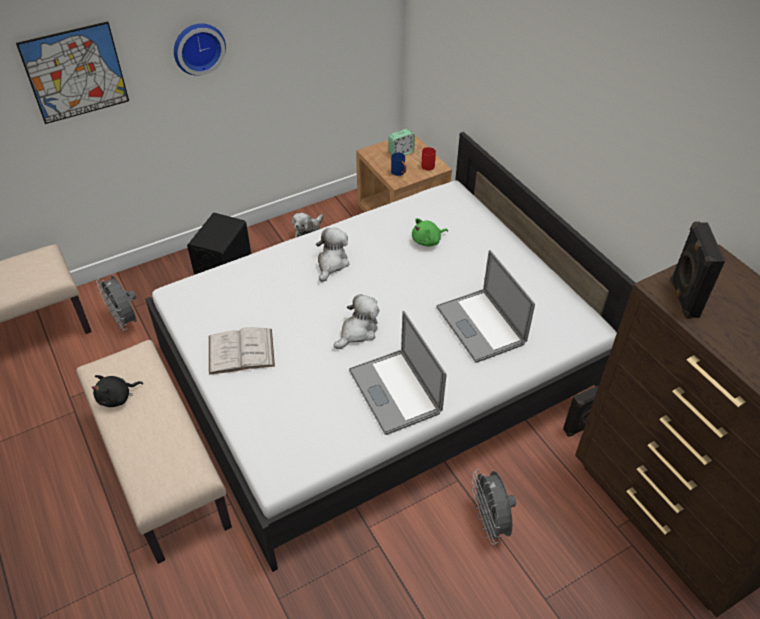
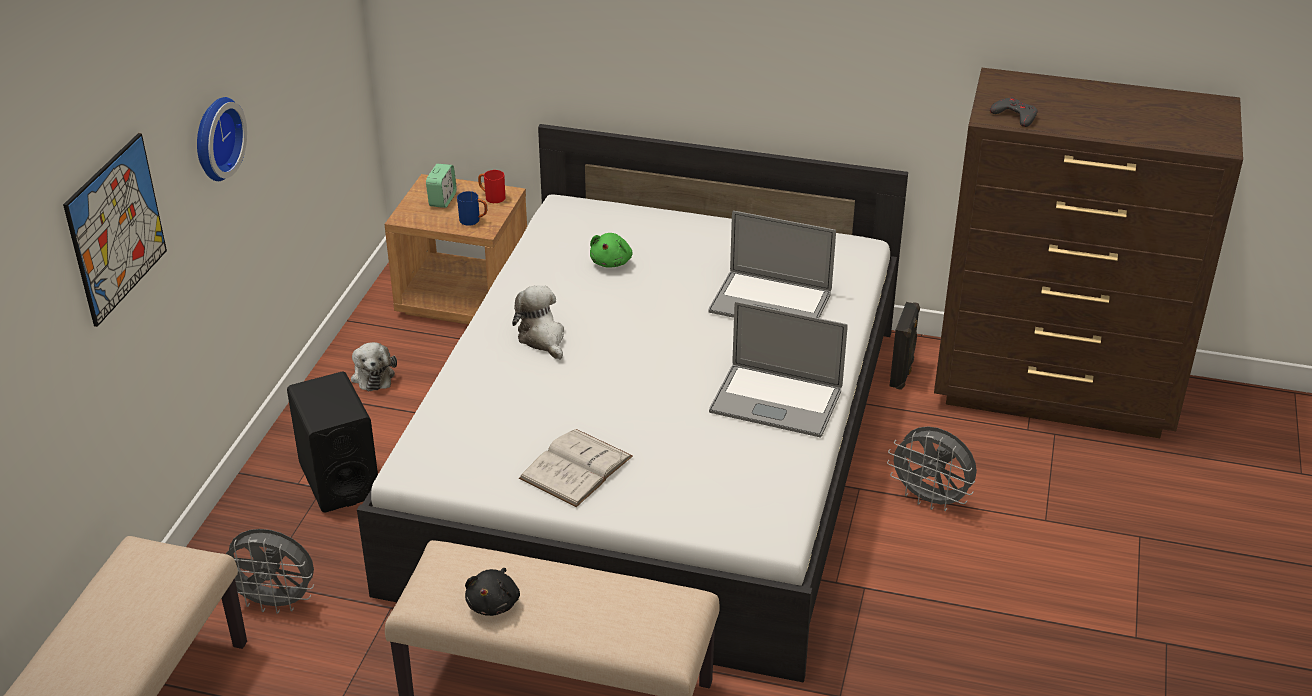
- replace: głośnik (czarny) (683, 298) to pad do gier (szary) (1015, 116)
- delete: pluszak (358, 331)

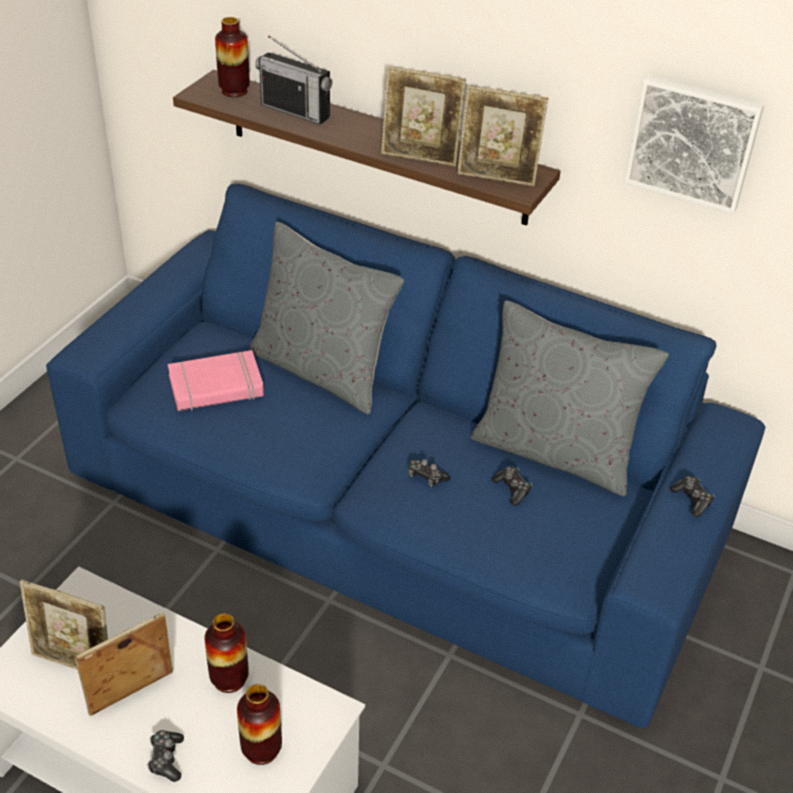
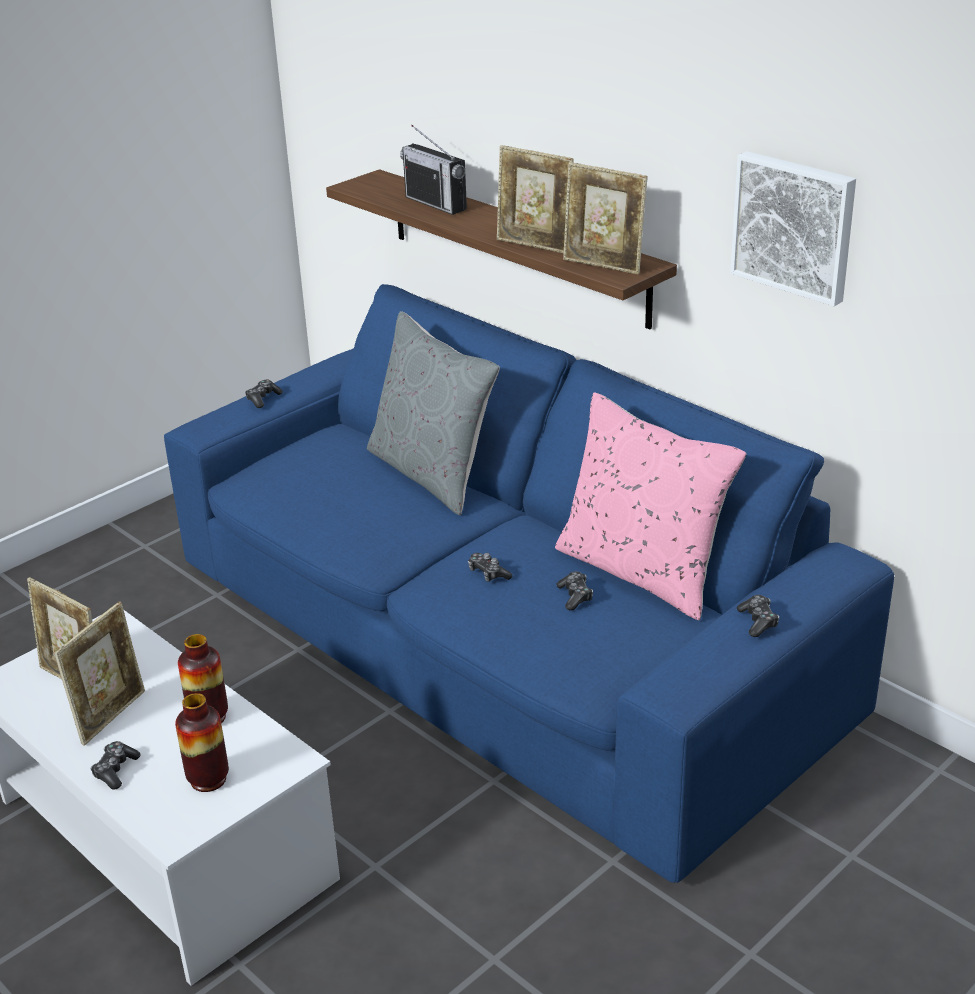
- delete: wazon (234, 91)
- recolor: poduszka (szary) (555, 451) to poduszka (różowy) (642, 571)
- delete: książka (różowy) (216, 387)
- rotate: ramka na zdjęcie (132, 696) = (111, 716) 135 degrees clockwise
- insert: pad do gier (263, 399)

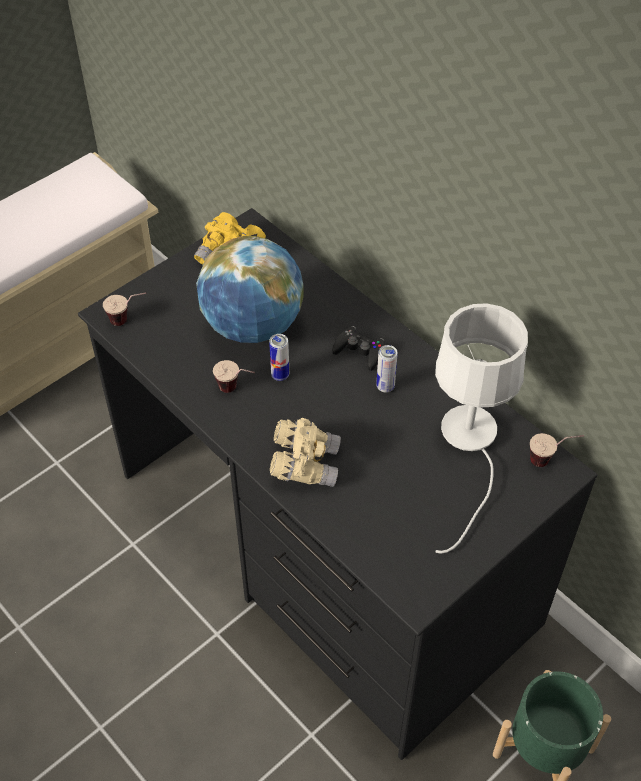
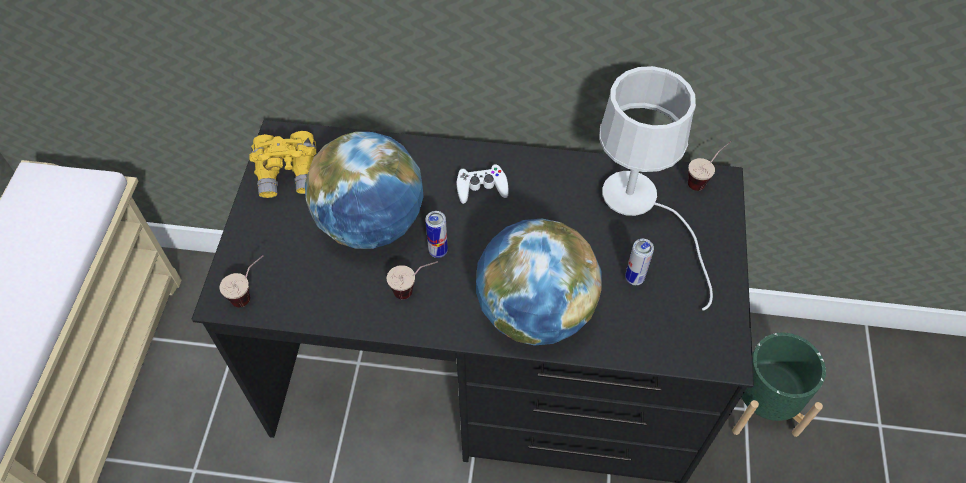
- recolor: pad do gier (czarny) (359, 351) to pad do gier (biały) (481, 187)
- move: puszka (385, 386) to (634, 278)
- replace: lornetka (beżowy) (305, 463) to globus (534, 312)

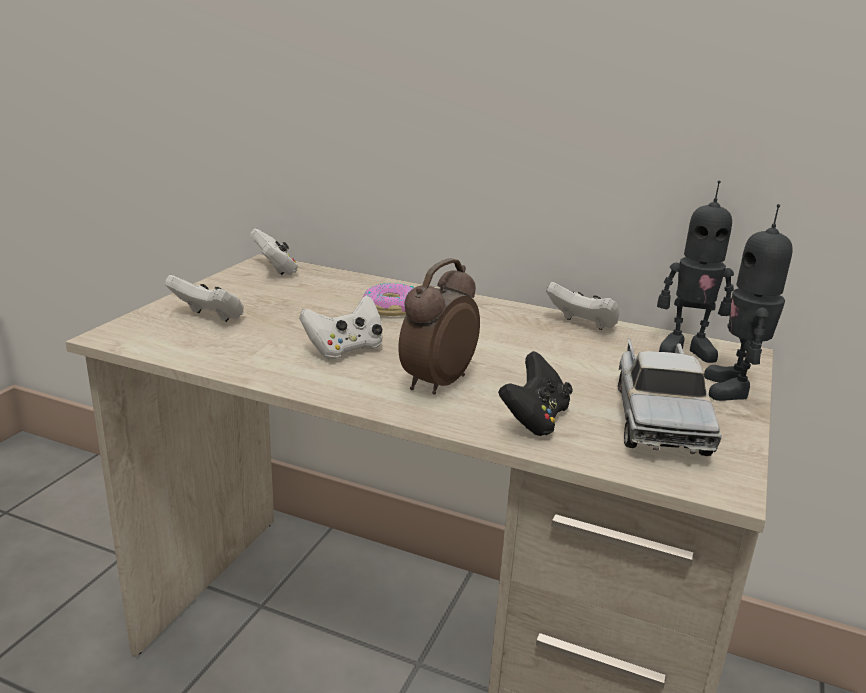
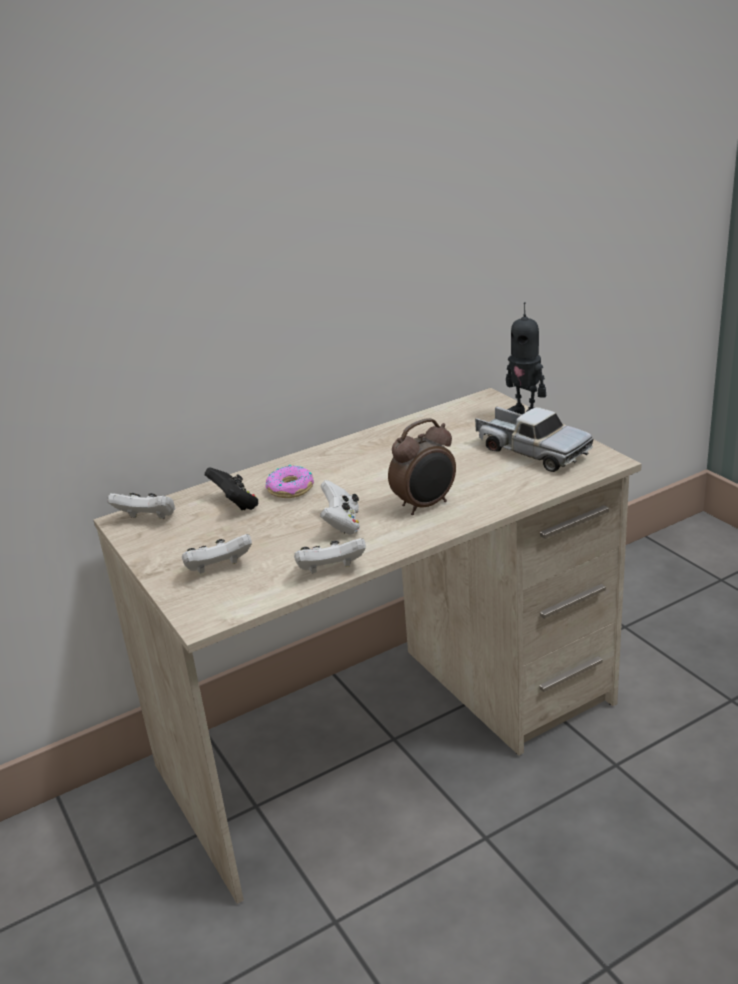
- delete: robot zabawkowy (686, 350)
- rotate: budzik (435, 383) = (425, 505) 105 degrees counterclockwise
- move: pad do gier (biały) (582, 325) to (331, 571)
- move: pad do gier (czarny) (534, 419) to (235, 504)

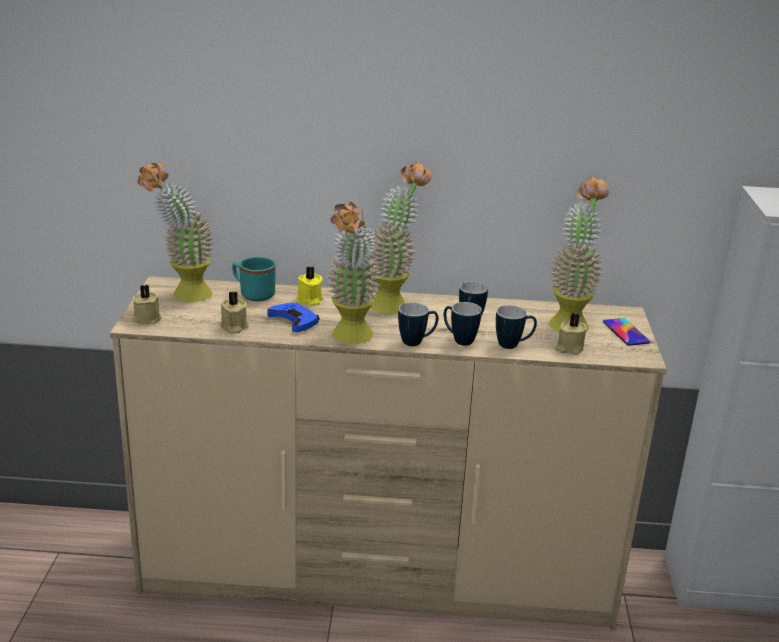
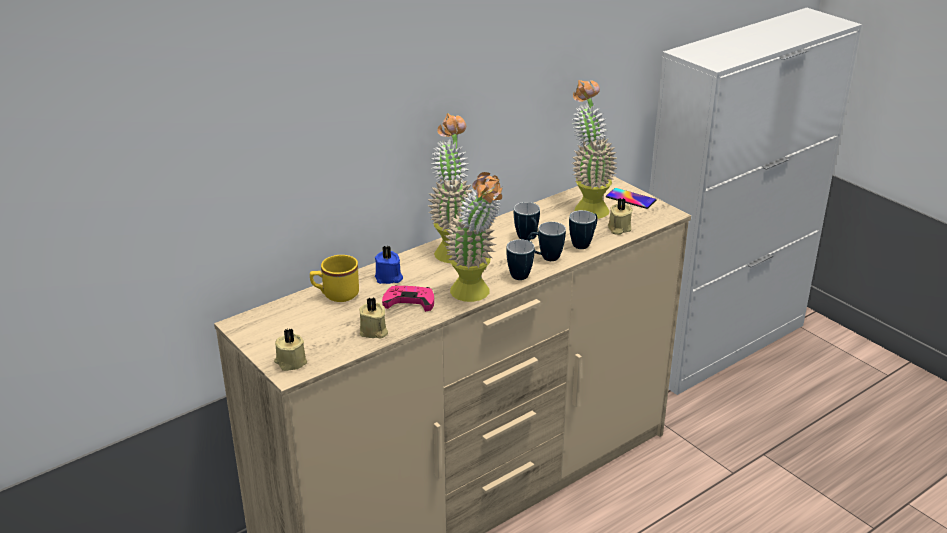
- delete: roślina doniczkowa (182, 296)
- recolor: kubek (turkusowy) (253, 294) to kubek (żółty) (335, 295)
- recolor: świeca (żółty) (309, 300) to świeca (niebieski) (389, 278)
- recolor: pad do gier (niebieski) (294, 321) to pad do gier (różowy) (409, 302)

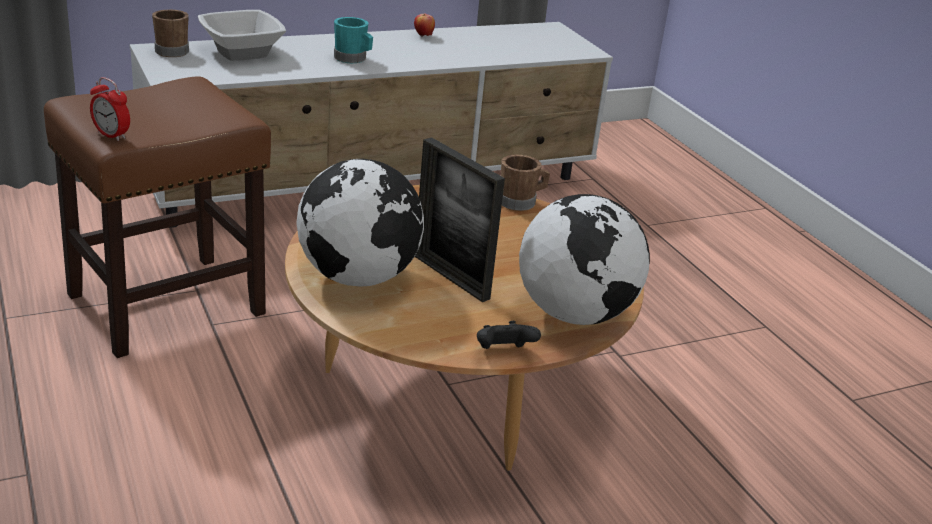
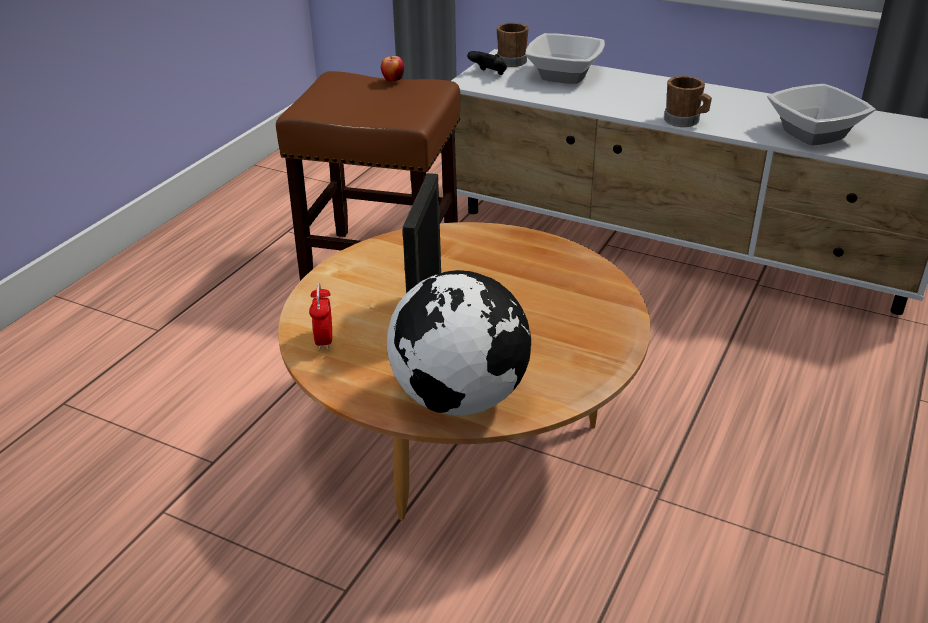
- move: jabłko (423, 35) to (393, 80)
- delete: kubek (turkusowy) (353, 59)
- move: budzik (111, 135) to (324, 341)
- move: kubek (brązowy) (521, 202) to (685, 121)
- delete: globus (358, 277)
- move: pad do gier (czarny) (503, 352) to (489, 74)
- insert: miska (814, 133)

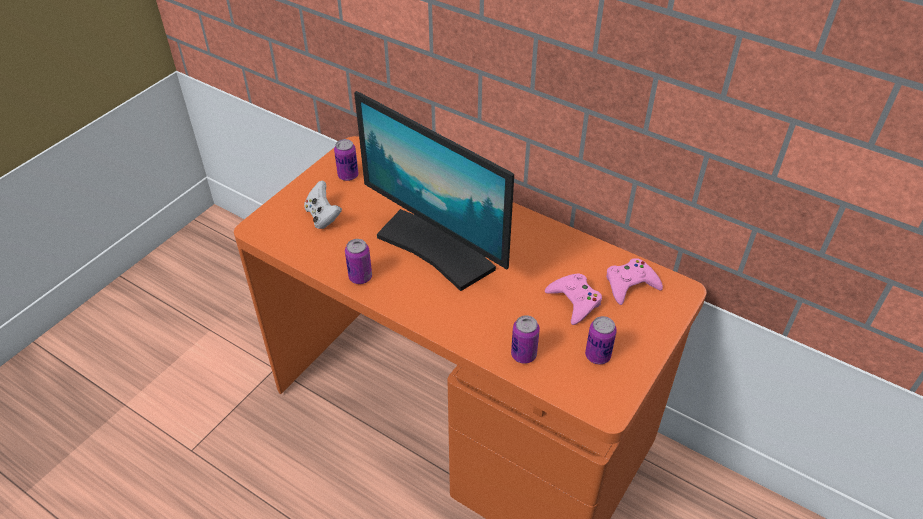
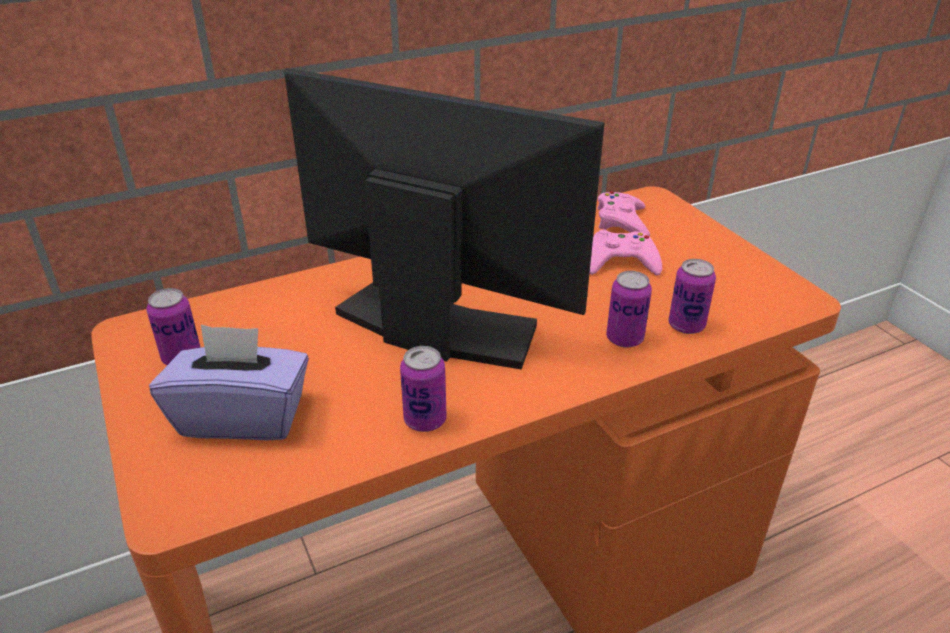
- rotate: monitor (437, 248) = (435, 327) 135 degrees counterclockwise
- replace: pad do gier (biały) (323, 217) to pudełko chusteczek (fioletowy) (243, 416)
- move: puszka (597, 355) to (624, 339)

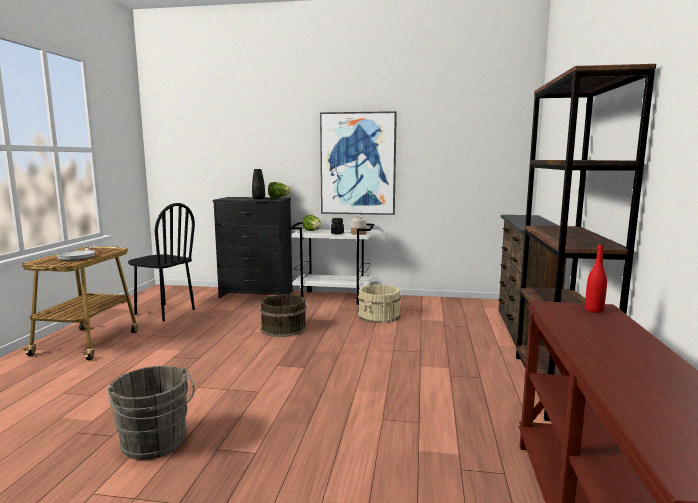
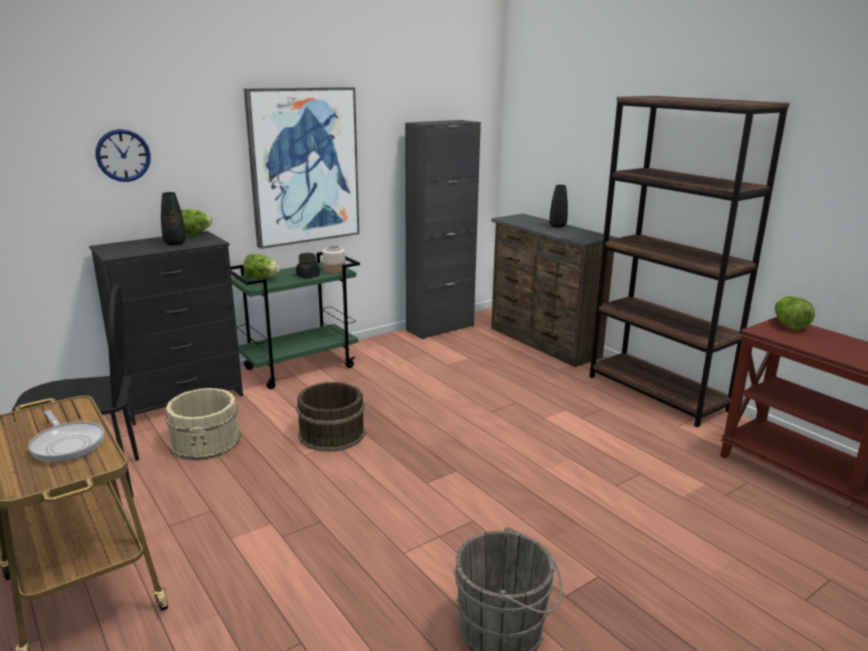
- recolor: wózek (biały) (334, 298) to wózek (zielony) (300, 367)
- replace: butelka (czerwony) (594, 310) to sałata (788, 325)
- move: wiadro (beżowy) (379, 316) to (206, 441)
- insert: szafka (czarny) (440, 328)
- insert: zegar ścienny (123, 155)
- insert: wazon (czarny) (557, 226)

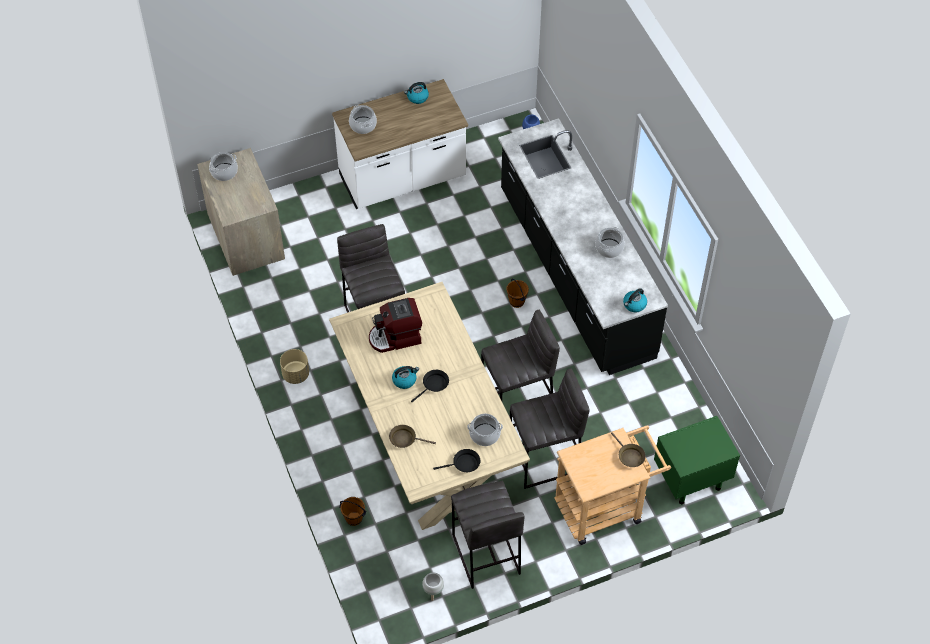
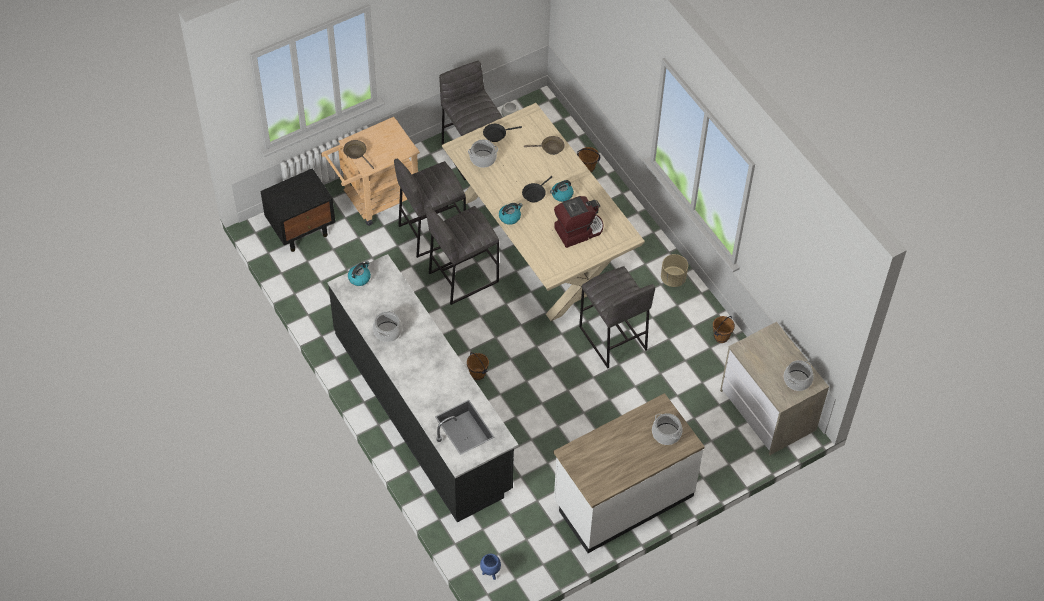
- move: czajnik (417, 97) to (510, 217)
- recolor: szafka nocna (zielony) (690, 480) to szafka nocna (czarny) (302, 230)
- insert: wiadro (brązowy) (721, 337)

